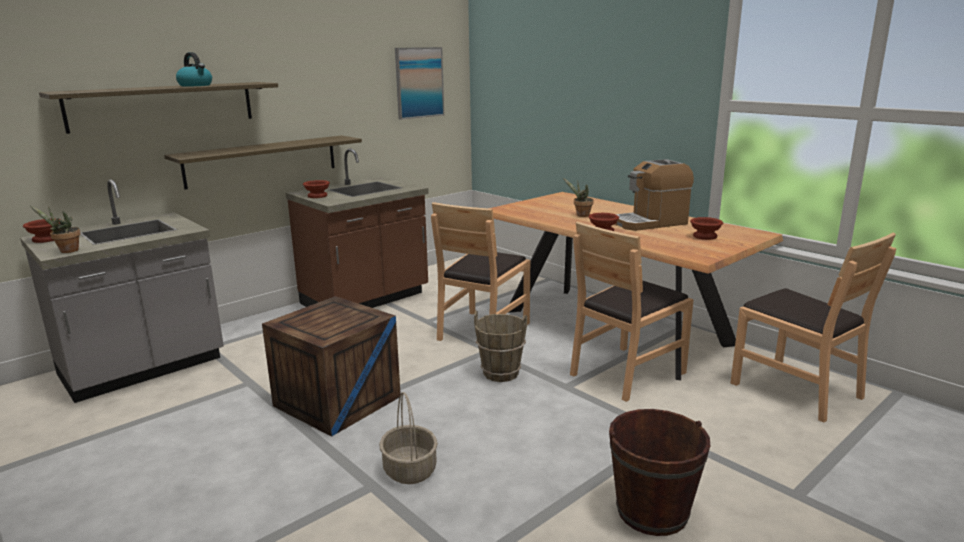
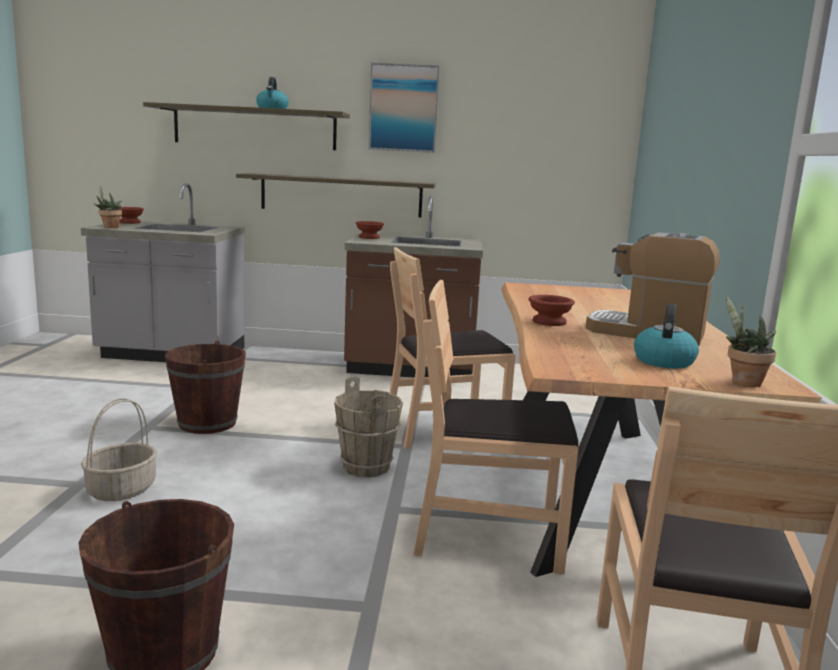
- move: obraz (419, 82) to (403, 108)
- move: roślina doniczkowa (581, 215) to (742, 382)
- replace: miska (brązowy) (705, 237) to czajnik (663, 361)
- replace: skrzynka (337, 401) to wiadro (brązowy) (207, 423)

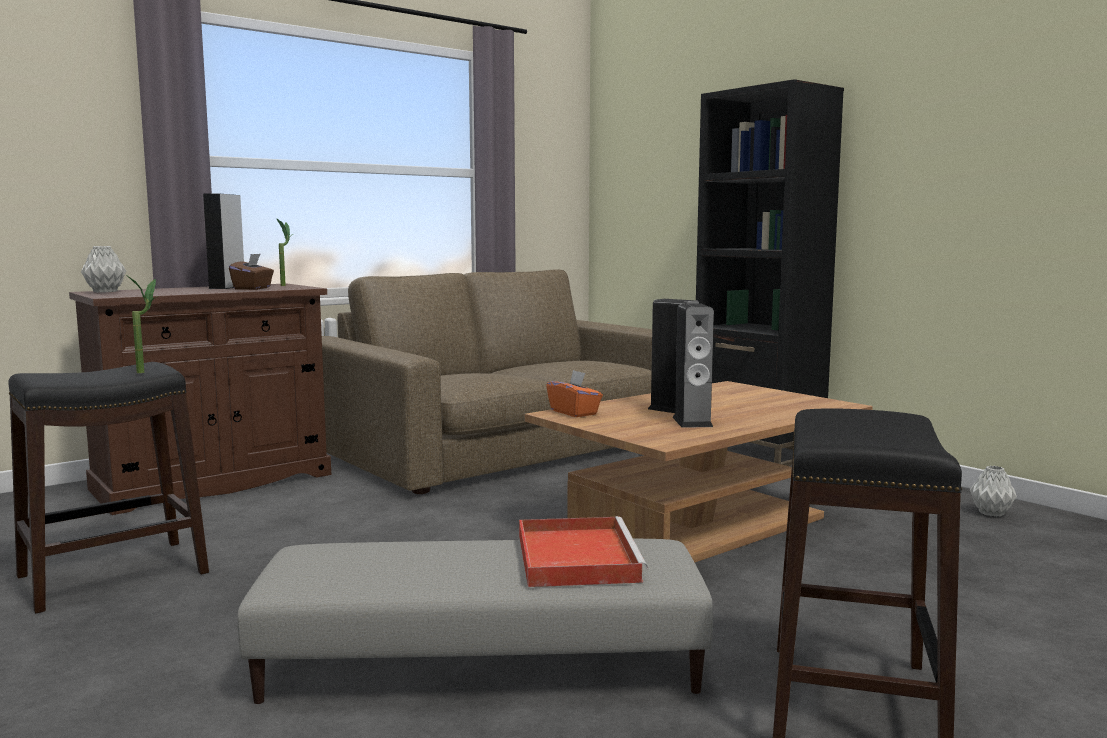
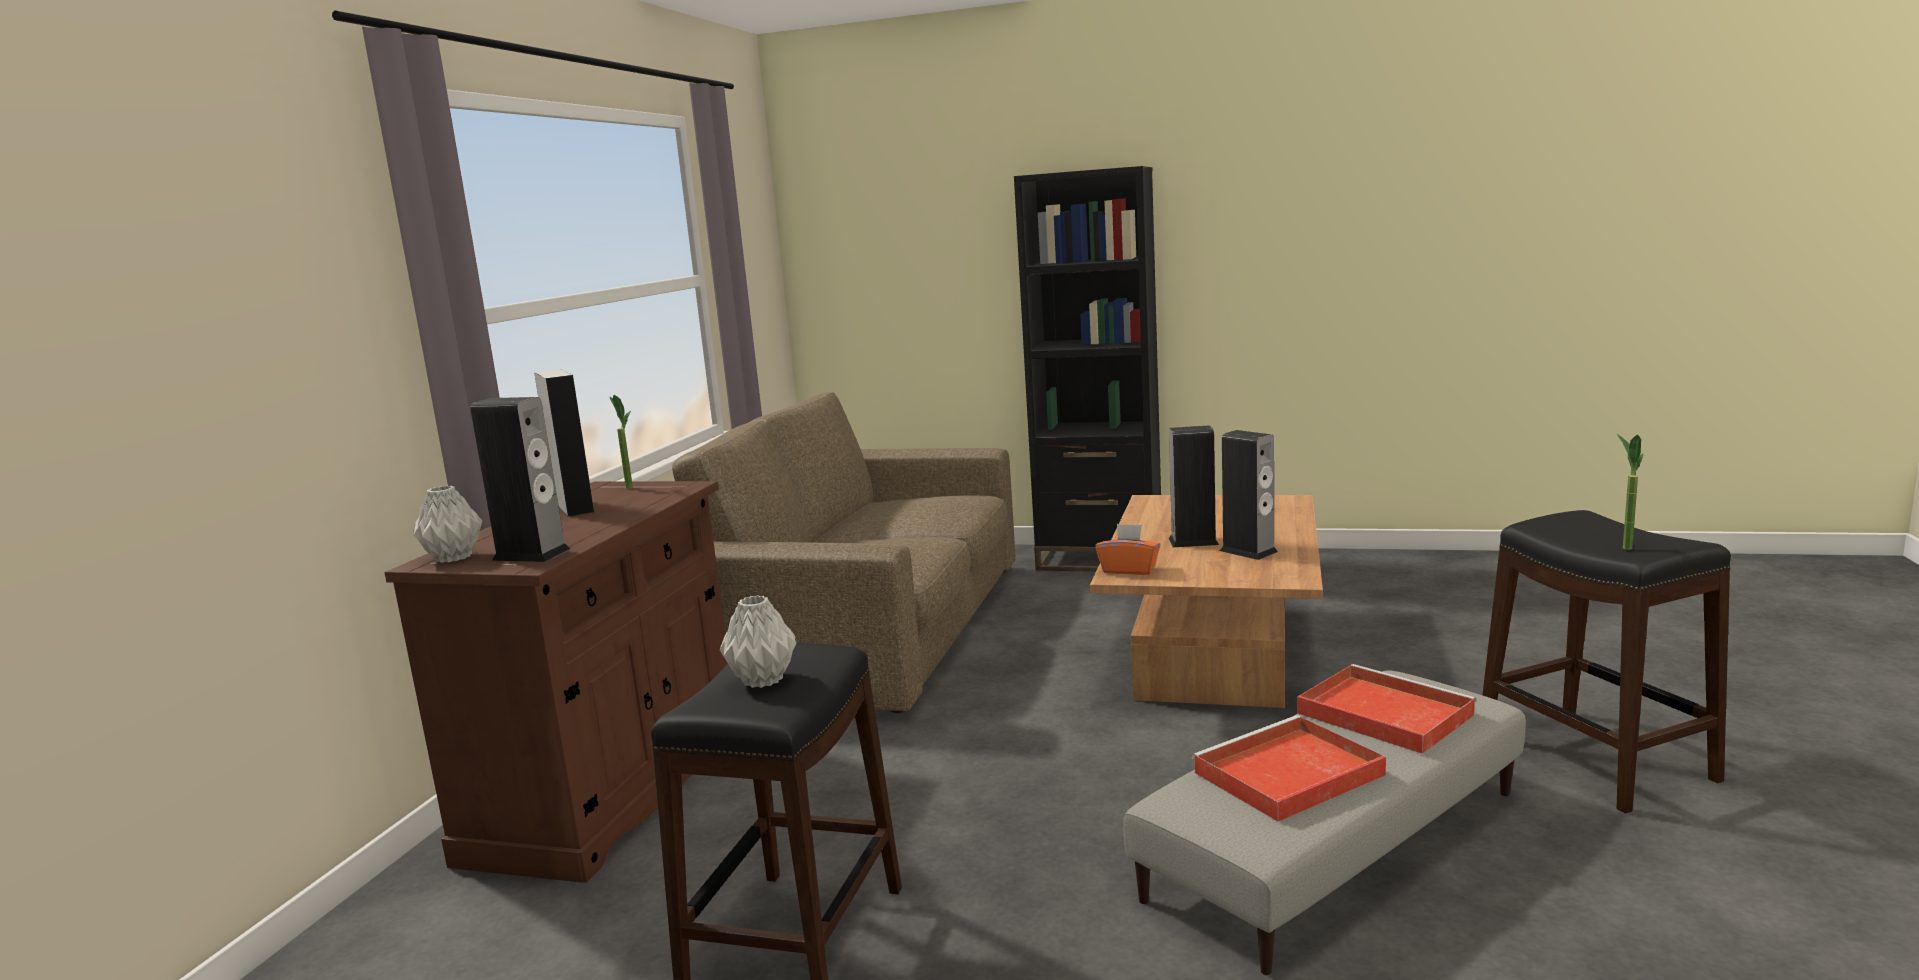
- delete: pudełko chusteczek (brązowy) (253, 288)
- move: roślina doniczkowa (148, 371) to (1623, 545)
- move: wazon (szary) (992, 513) to (764, 680)
- insert: głośnik (531, 554)
- insert: taca (czerwony) (1286, 775)

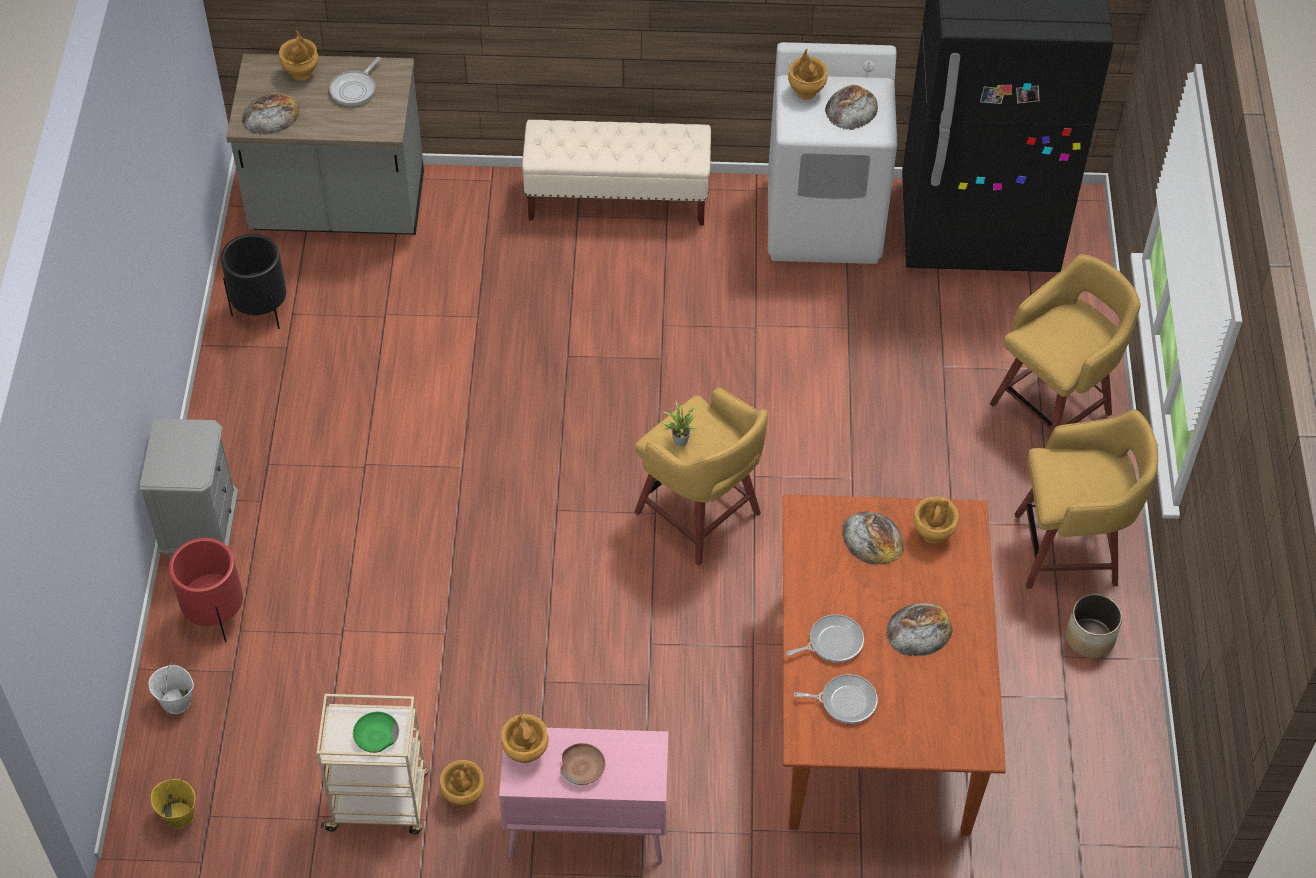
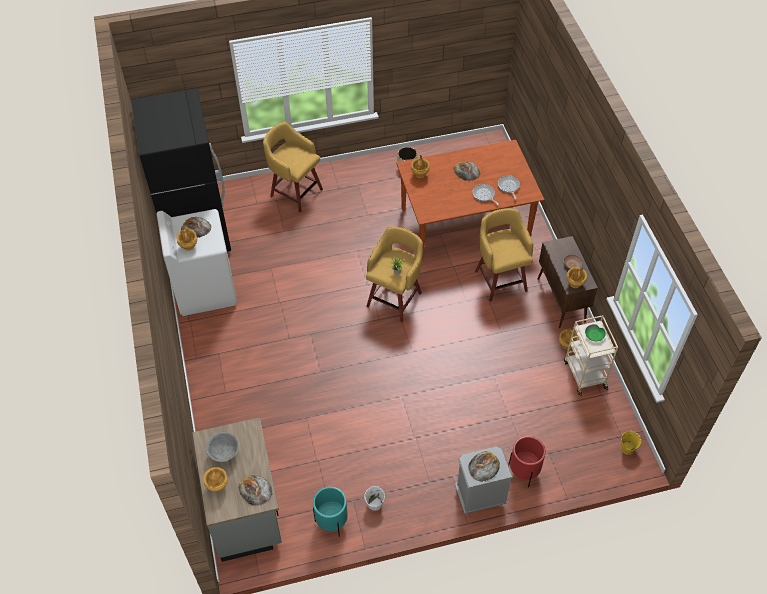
- replace: patelnia (355, 89) to miska (szary) (224, 453)
- delete: ławka (beżowy) (618, 199)
- recolor: donica (czarny) (261, 311) to donica (turkusowy) (332, 522)
- move: stołek (żółty) (1070, 550) to (500, 279)
- move: chleb (873, 538) to (484, 466)
- move: wiadro (biały) (177, 701) to (374, 503)
- recolor: szafka (różowy) (585, 829) to szafka (brązowy) (561, 300)

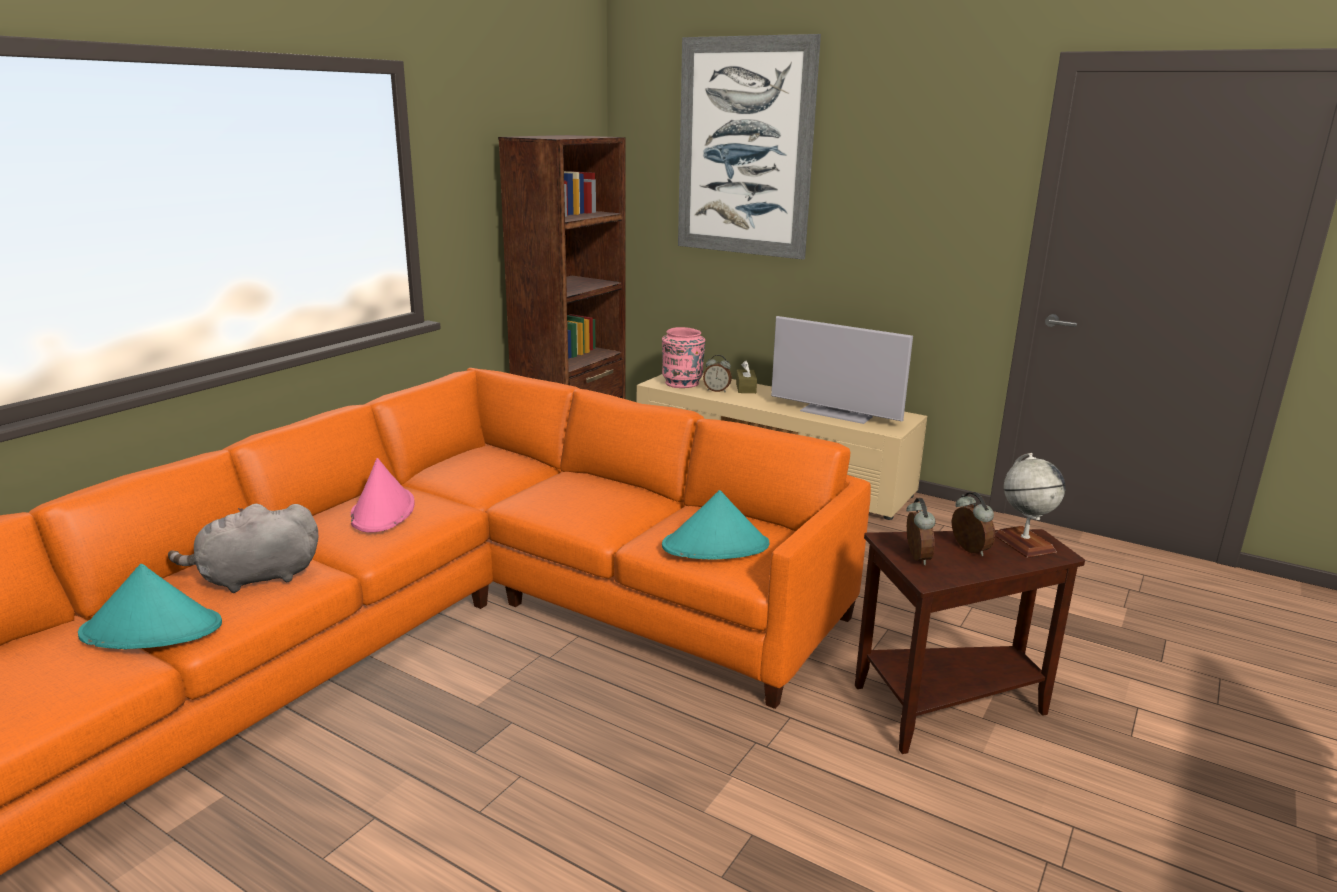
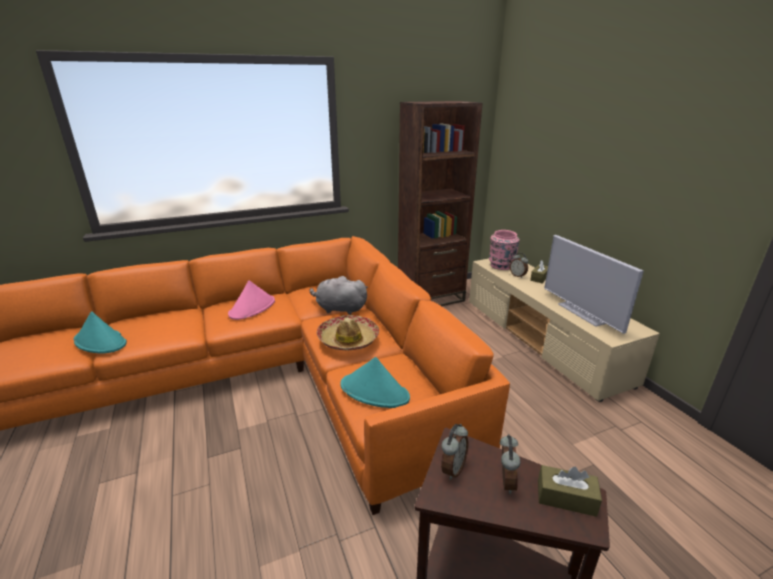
- delete: obraz (744, 148)
- replace: globus (1023, 543) to pudełko chusteczek (brązowy) (566, 498)
- move: pluszak (szary) (255, 578) to (339, 309)
- insert: kapelusz (348, 339)

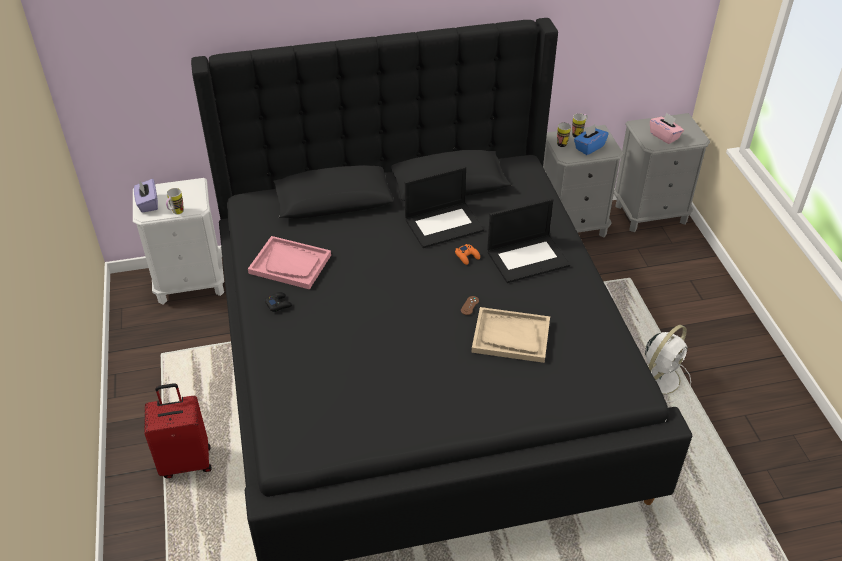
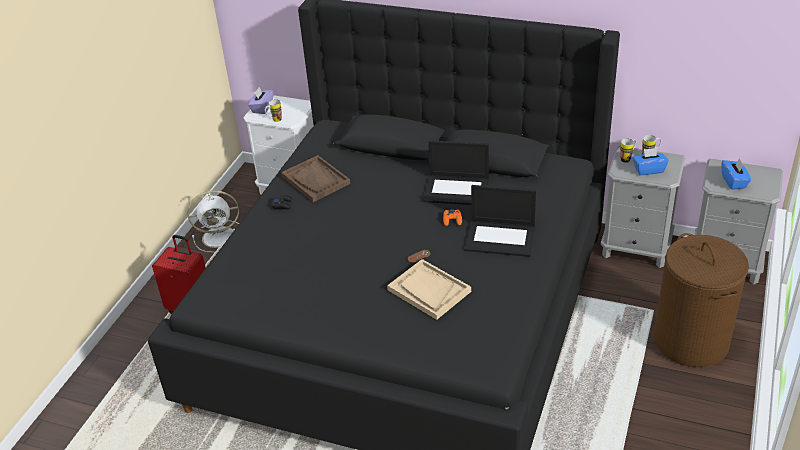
- recolor: pudełko chusteczek (różowy) (664, 136) to pudełko chusteczek (niebieski) (734, 182)
- recolor: taca (różowy) (290, 264) to taca (brązowy) (316, 180)
- move: wentylator (biały) (660, 377) to (220, 236)
- insert: kosz na pranie (brązowy) (691, 341)

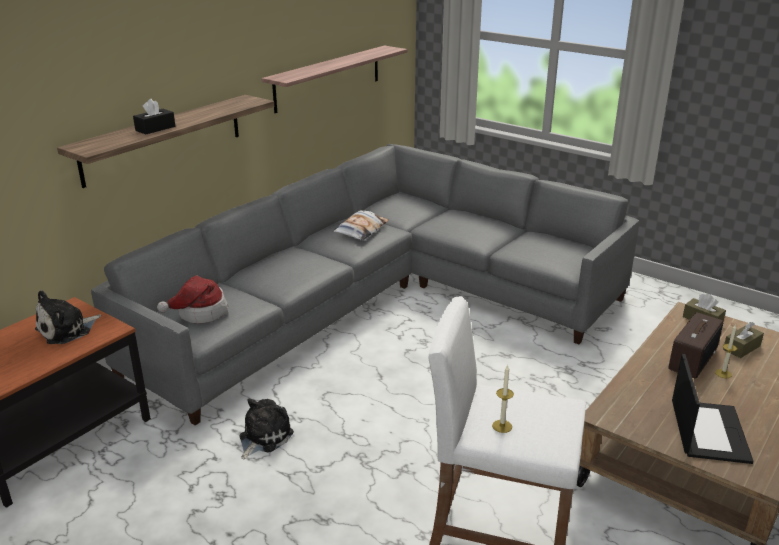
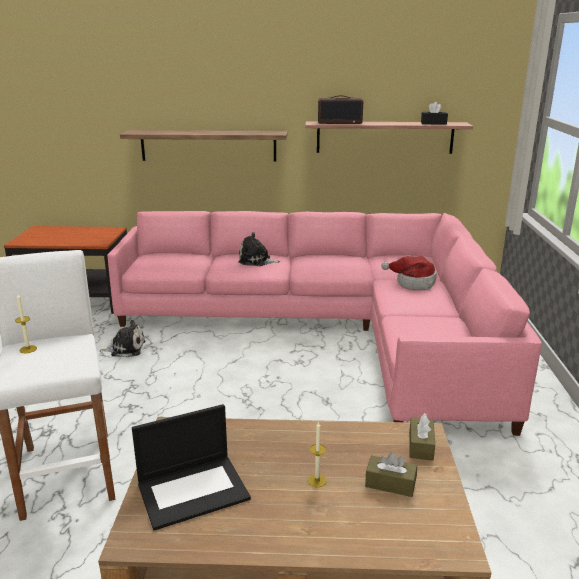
- move: pudełko chusteczek (czarny) (155, 128) to (433, 123)
- recolor: kanapa (szary) (380, 301) to kanapa (różowy) (331, 328)
- delete: poduszka (361, 230)
- move: kapelusz (200, 312) to (413, 283)
- move: pluszak (67, 330) to (256, 261)
- move: radio (692, 359) to (340, 122)

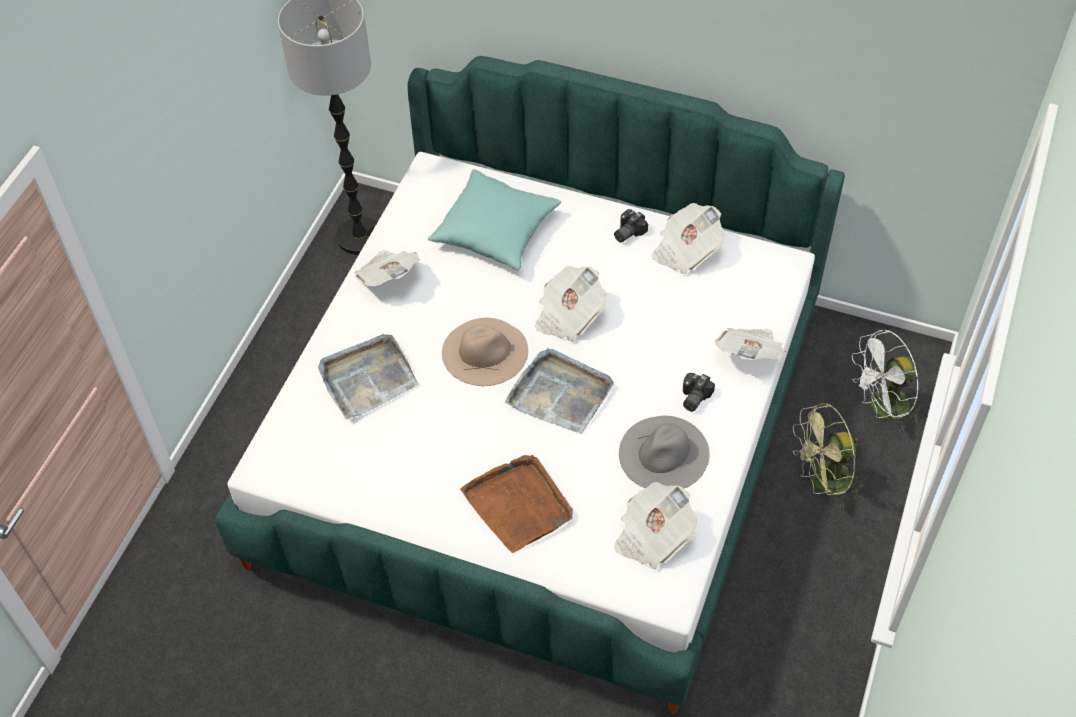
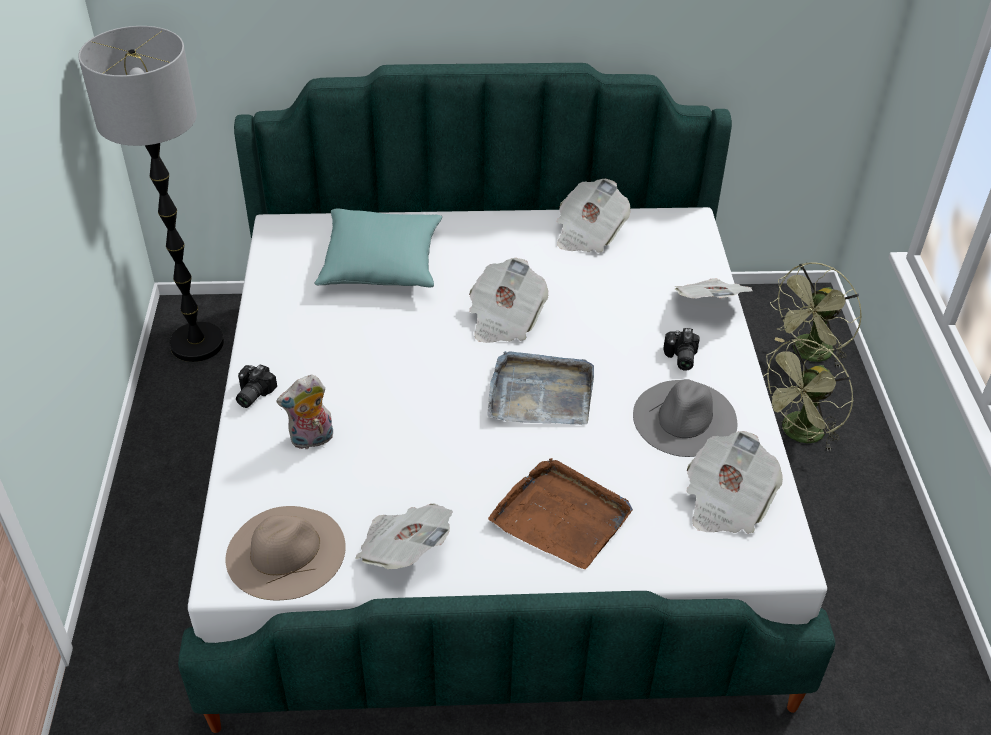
- move: aparat fotograficzny (627, 232) to (251, 394)
- move: gazeta (388, 278) to (404, 550)
- move: kapelusz (beżowy) (485, 351) to (285, 552)
- recolor: wentylator (biały) (882, 409) to wentylator (zielony) (808, 354)
- replace: taca (szary) (367, 378) to pluszak (311, 440)

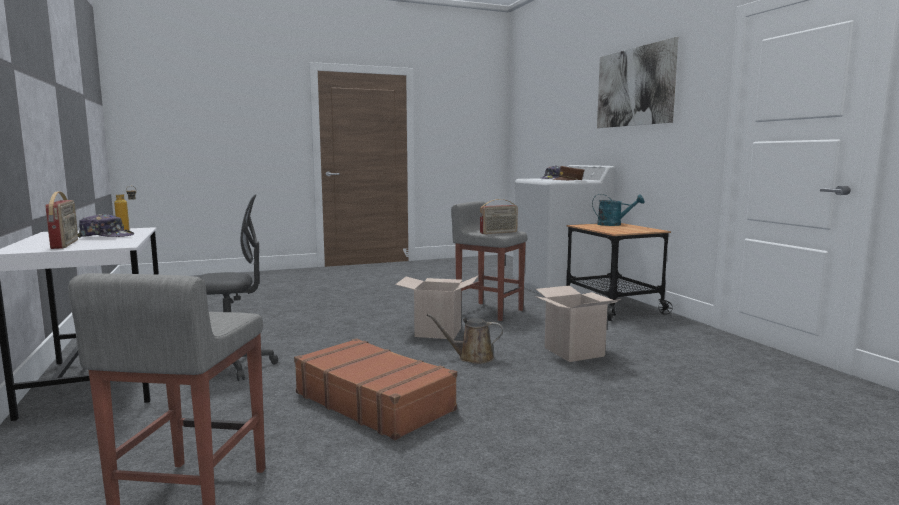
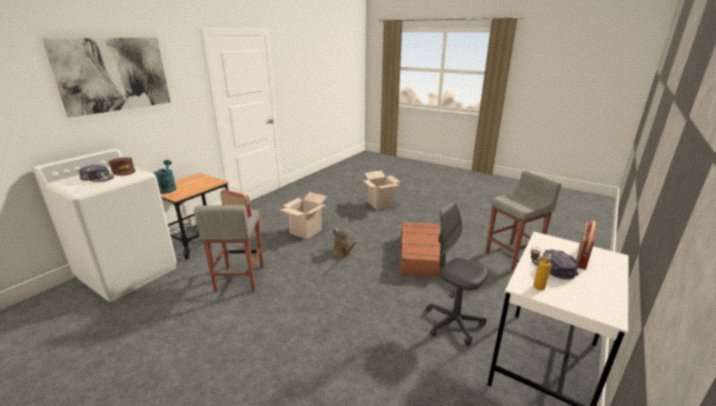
- move: karton (438, 332) to (380, 204)

